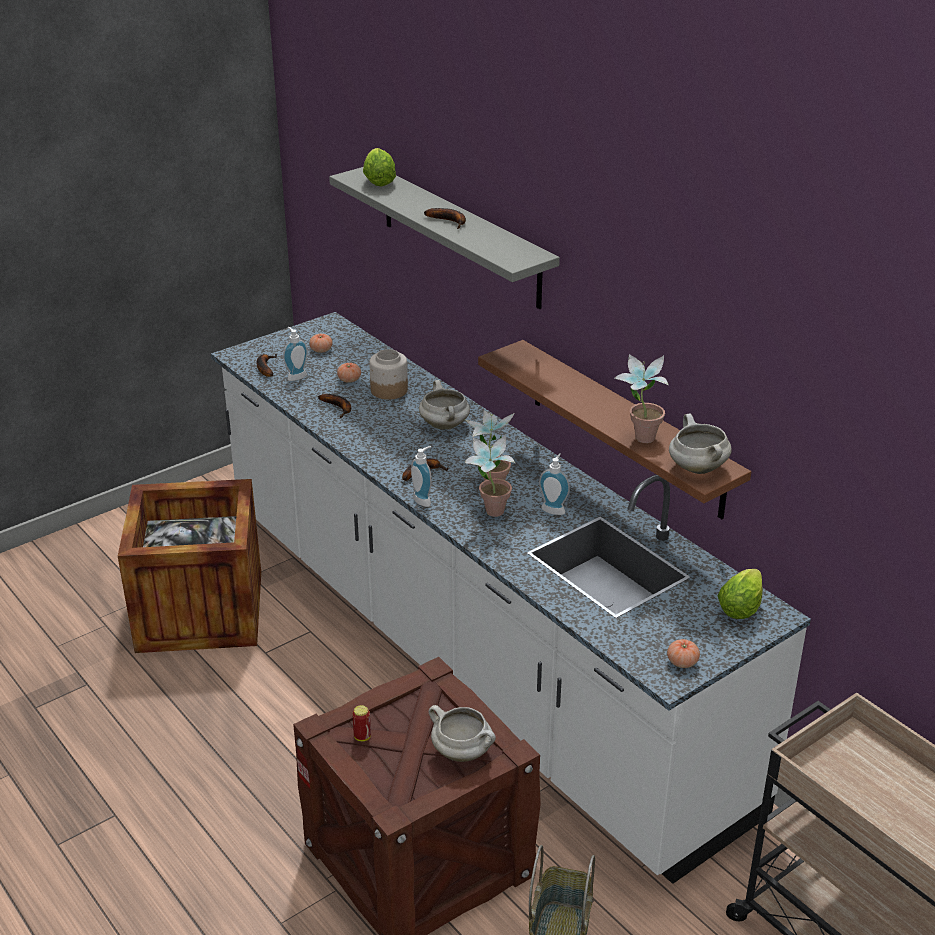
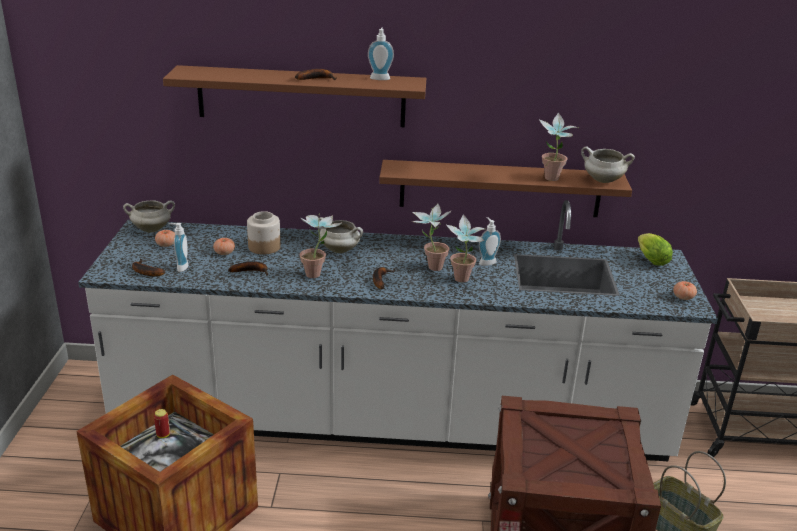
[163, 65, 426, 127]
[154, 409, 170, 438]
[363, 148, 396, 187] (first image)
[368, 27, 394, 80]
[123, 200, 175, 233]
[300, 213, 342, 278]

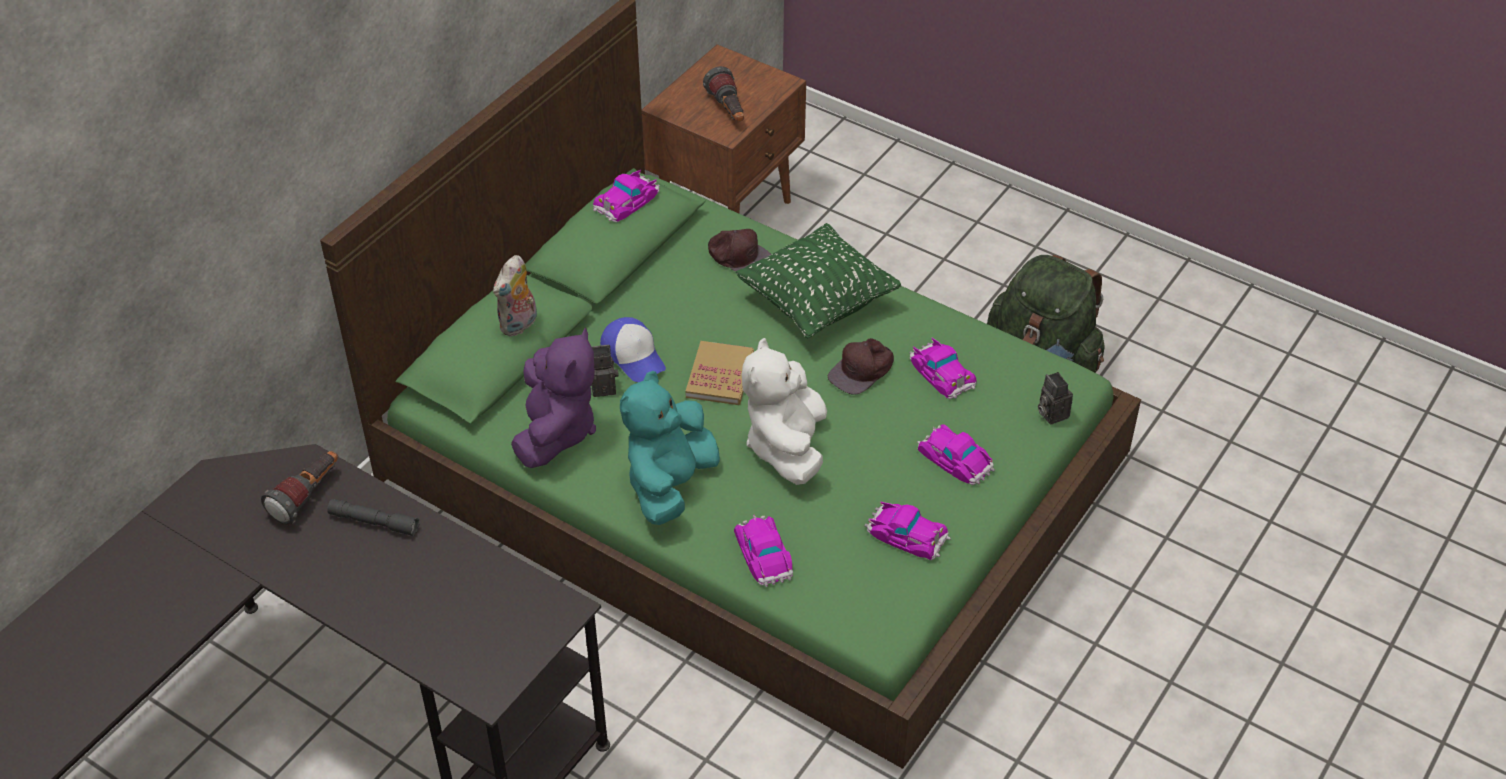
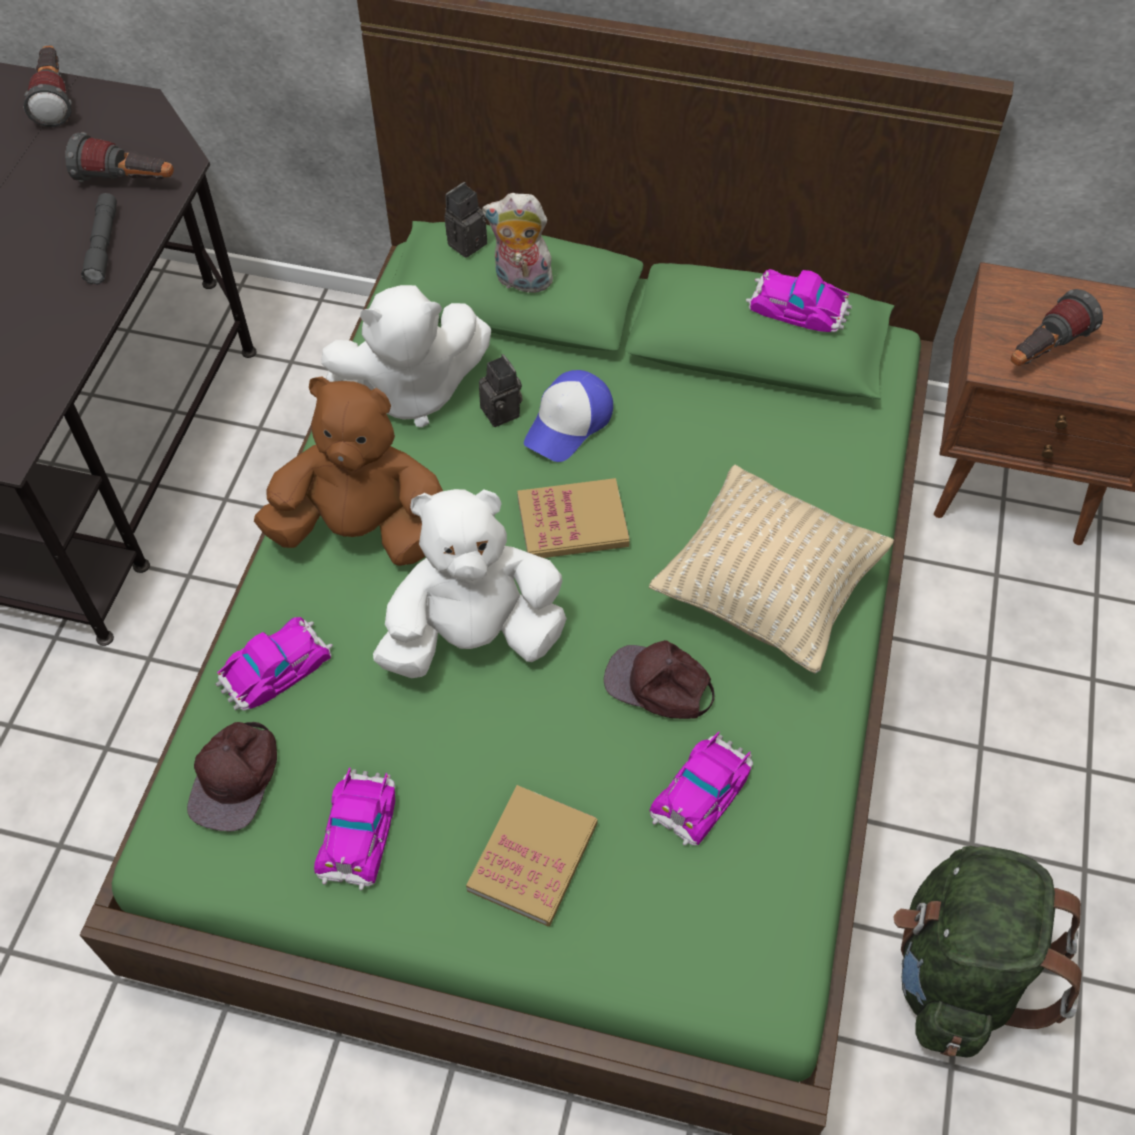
[321, 285, 491, 428]
[254, 377, 443, 566]
[187, 722, 277, 832]
[649, 464, 894, 674]
[466, 785, 598, 927]
[445, 182, 487, 258]
[23, 45, 72, 127]

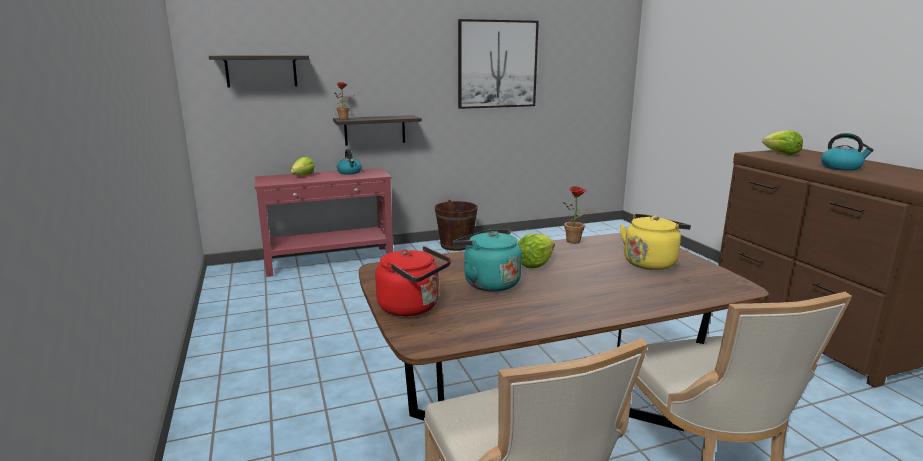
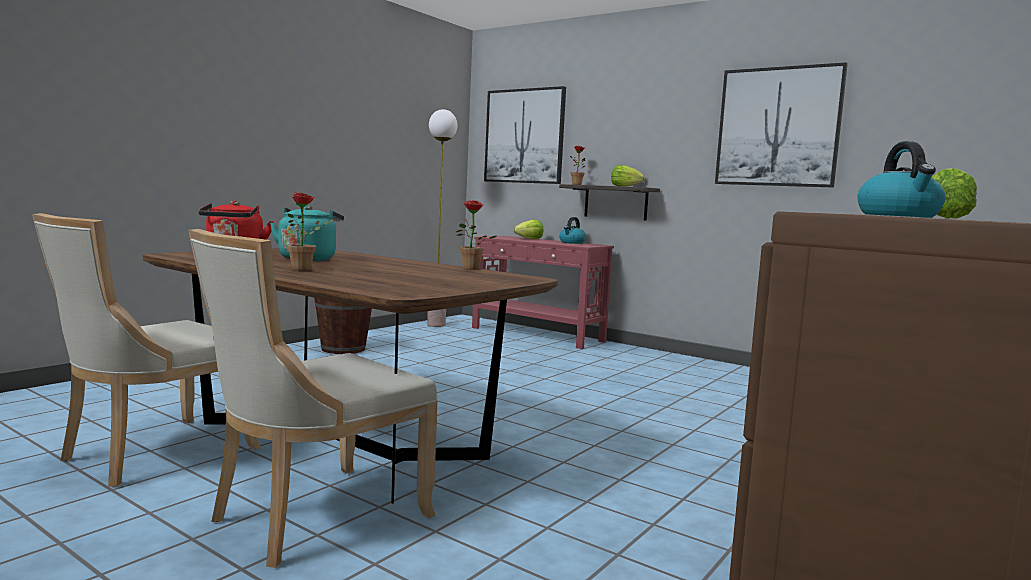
[484, 86, 566, 184]
[314, 298, 372, 354]
[611, 165, 645, 186]
[620, 214, 691, 270] (first image)
[285, 192, 333, 271]
[427, 109, 457, 327]

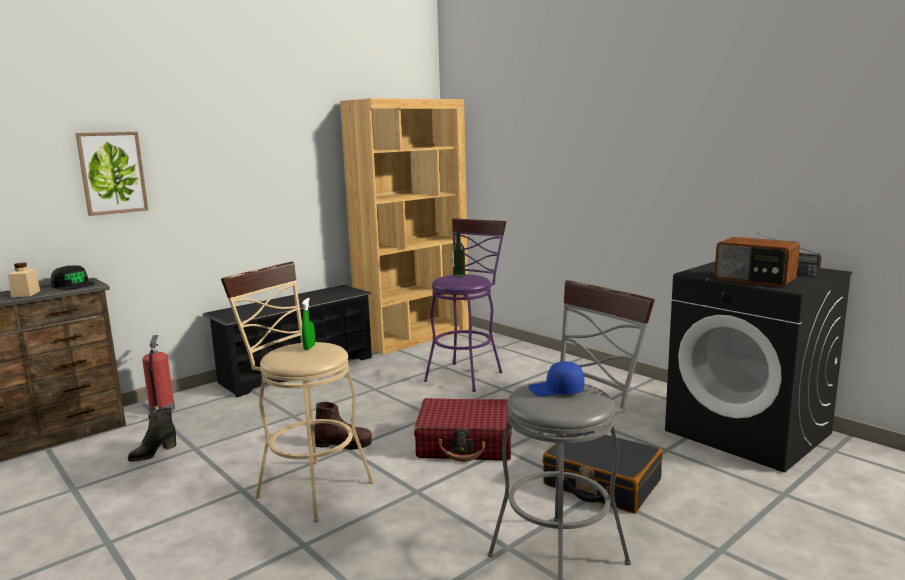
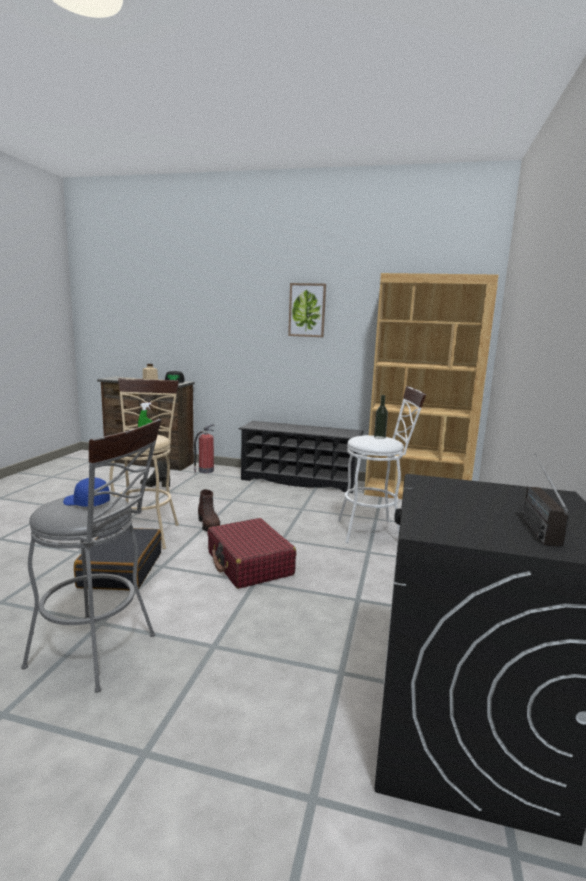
[288, 283, 326, 337]
[338, 386, 426, 543]
[63, 478, 110, 507]
[74, 528, 161, 591]
[715, 237, 800, 287] (first image)

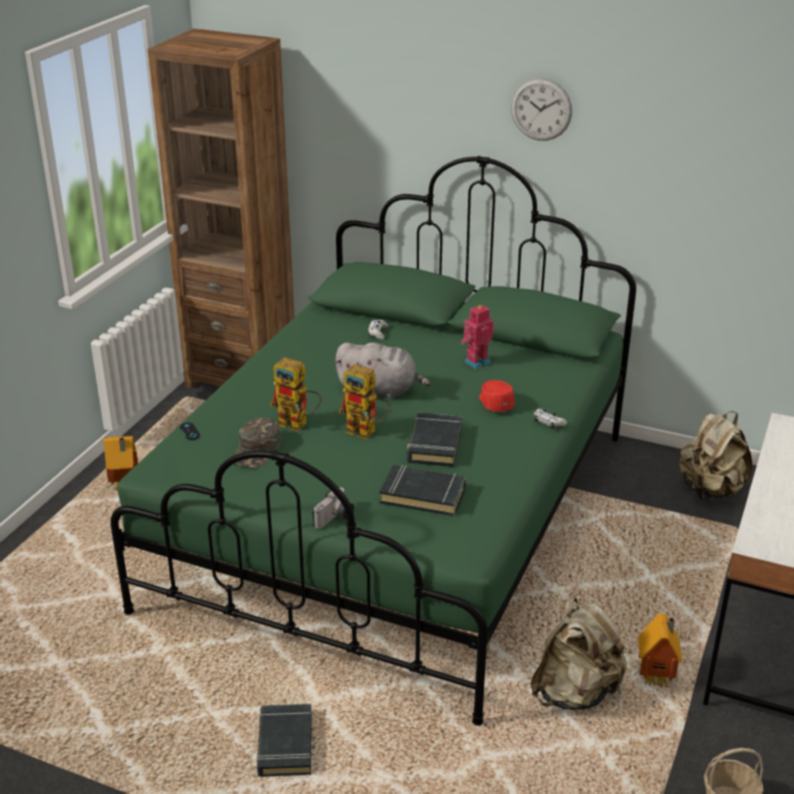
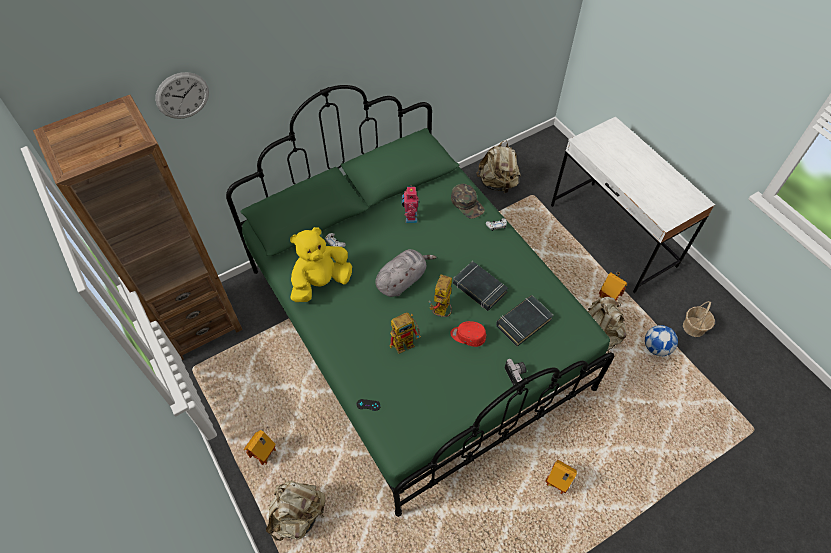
[451, 183, 485, 219]
[545, 460, 577, 494]
[429, 274, 452, 317]
[450, 321, 486, 347]
[155, 72, 209, 119]
[266, 480, 325, 541]
[290, 227, 352, 302]
[645, 325, 678, 356]

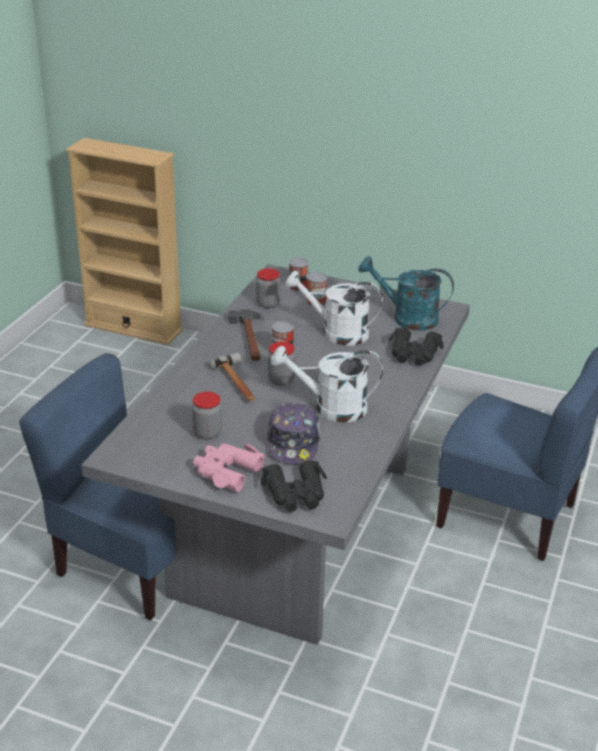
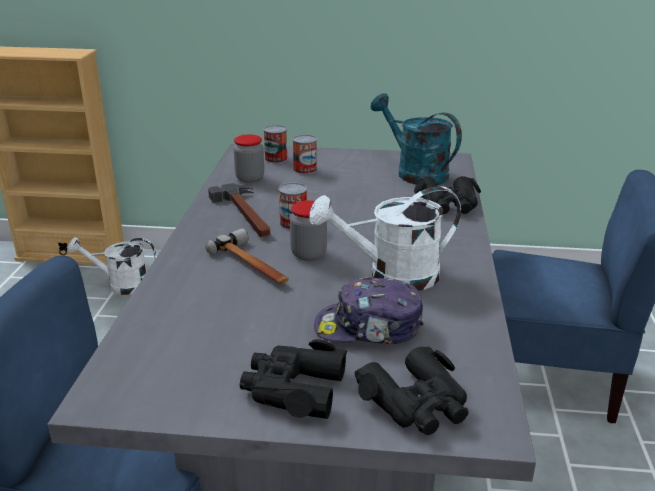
[192, 392, 222, 440] (first image)
[239, 339, 347, 419]
[314, 277, 424, 344]
[67, 237, 156, 295]
[371, 93, 462, 185]

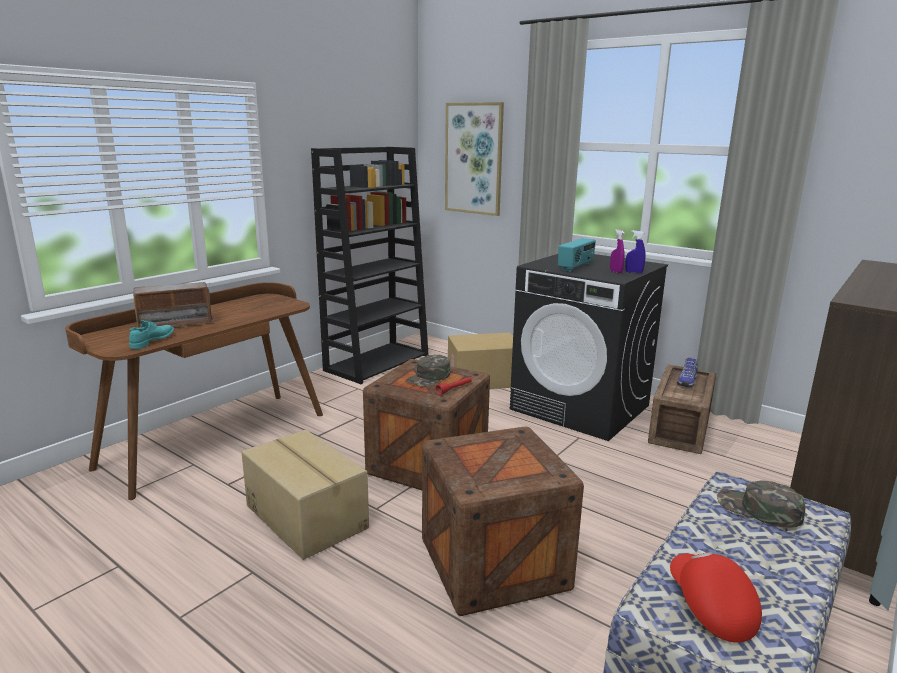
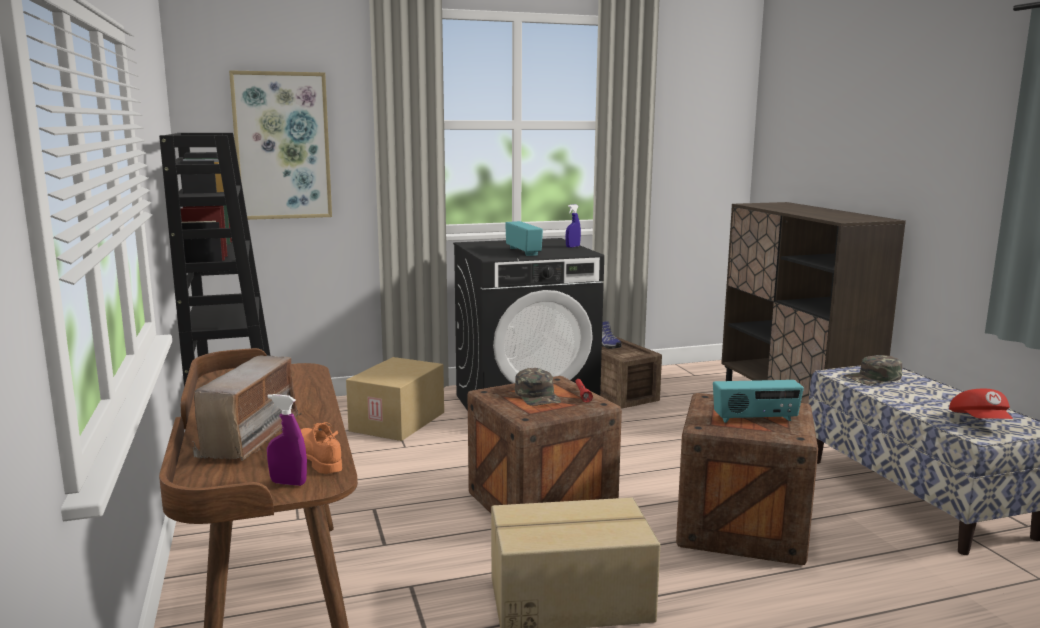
[301, 422, 342, 474]
[267, 394, 307, 486]
[949, 389, 1013, 419]
[713, 380, 804, 423]

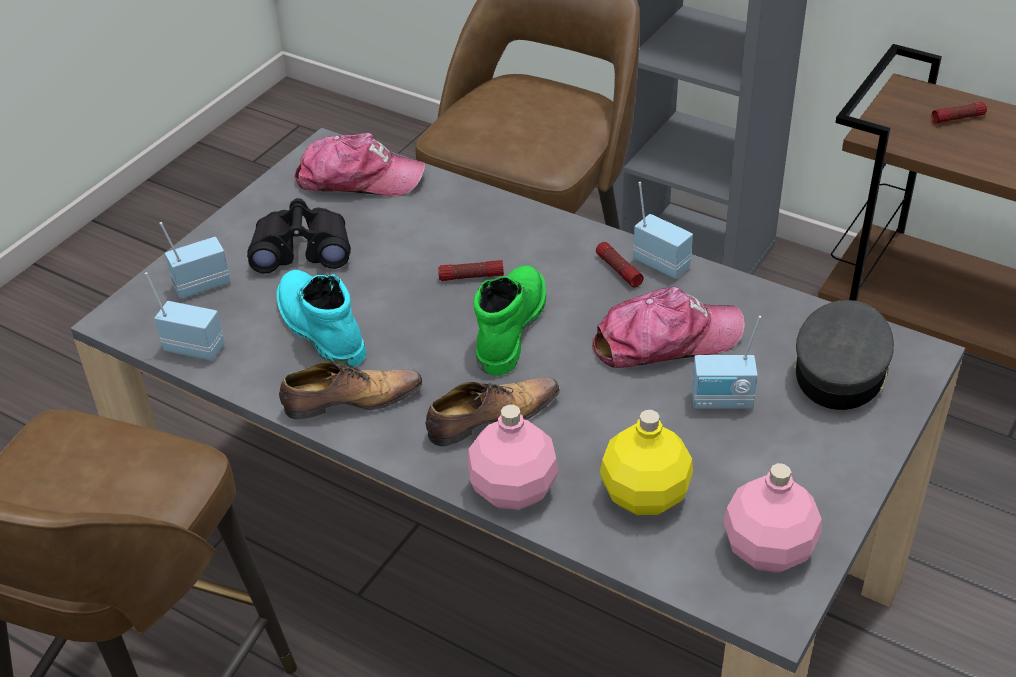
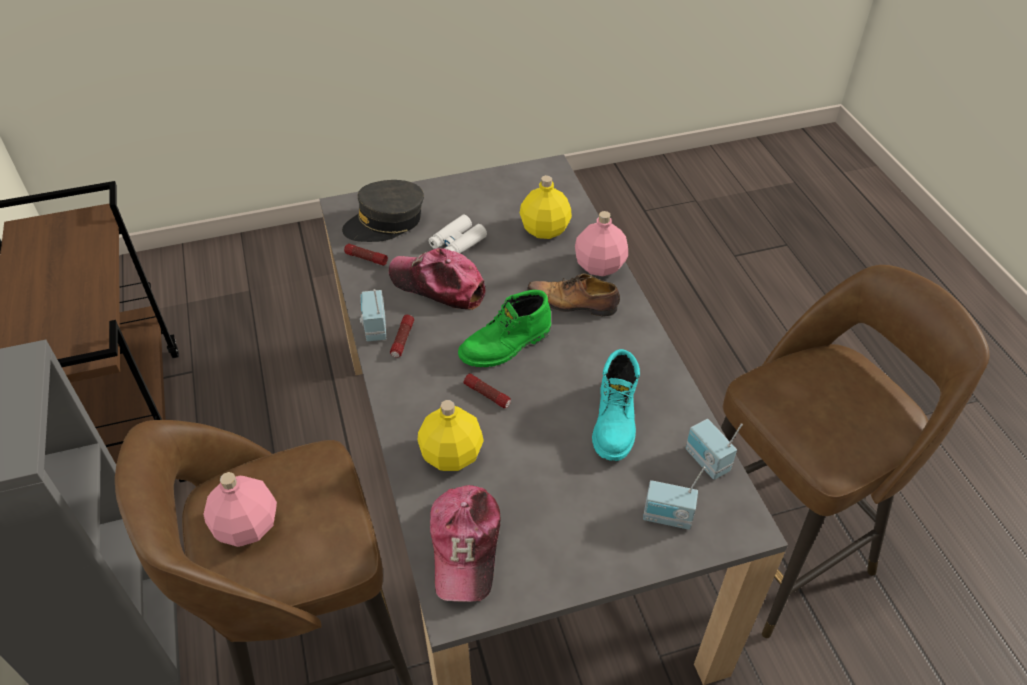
[247, 198, 351, 273] (first image)
[279, 361, 423, 419] (first image)
[430, 485, 501, 602]
[429, 215, 487, 253]
[203, 472, 277, 547]
[344, 244, 388, 266]
[418, 400, 484, 471]

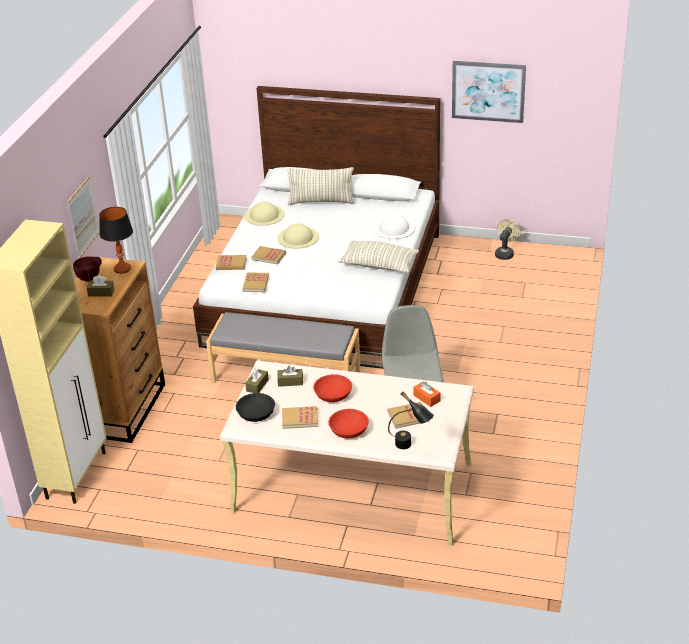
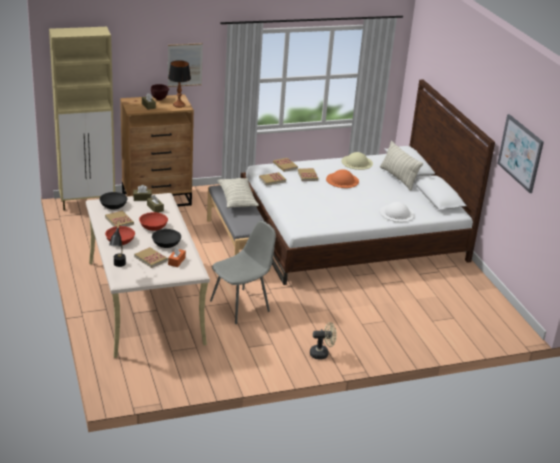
[326, 169, 359, 188]
[217, 178, 259, 208]
[310, 322, 337, 359]
[152, 229, 181, 248]

